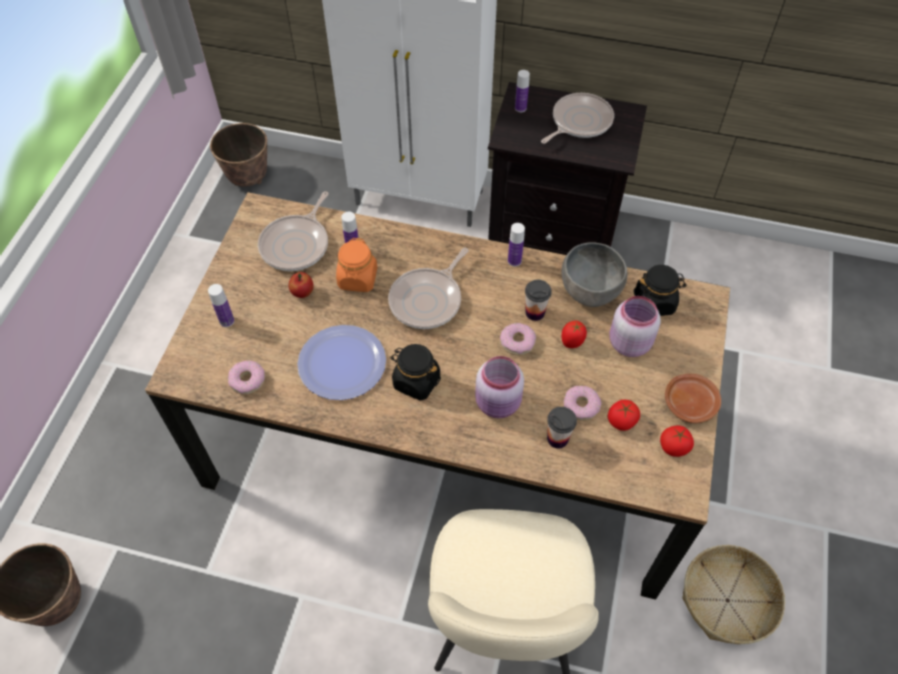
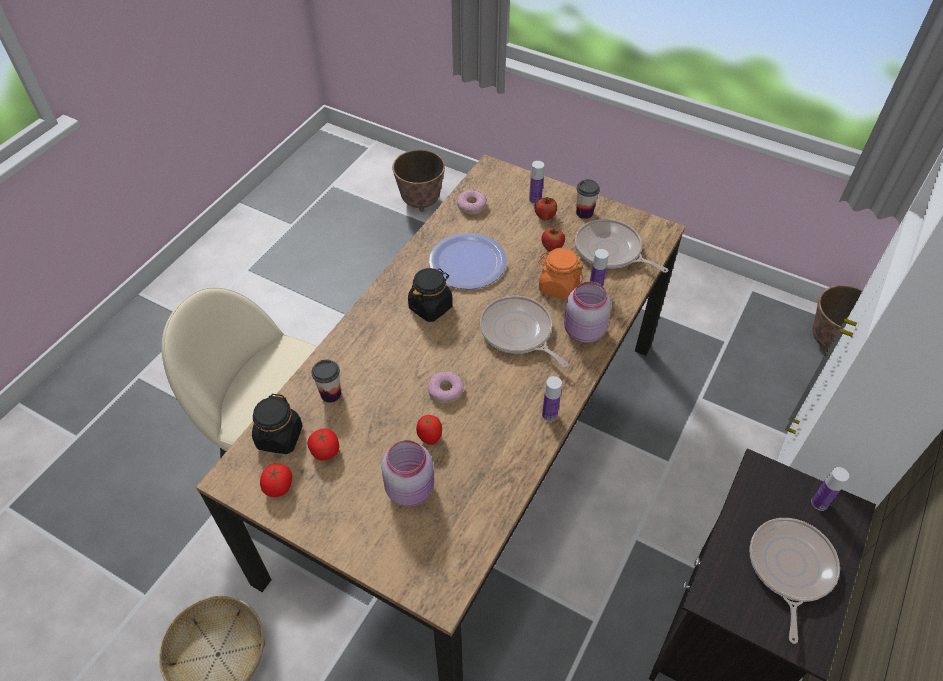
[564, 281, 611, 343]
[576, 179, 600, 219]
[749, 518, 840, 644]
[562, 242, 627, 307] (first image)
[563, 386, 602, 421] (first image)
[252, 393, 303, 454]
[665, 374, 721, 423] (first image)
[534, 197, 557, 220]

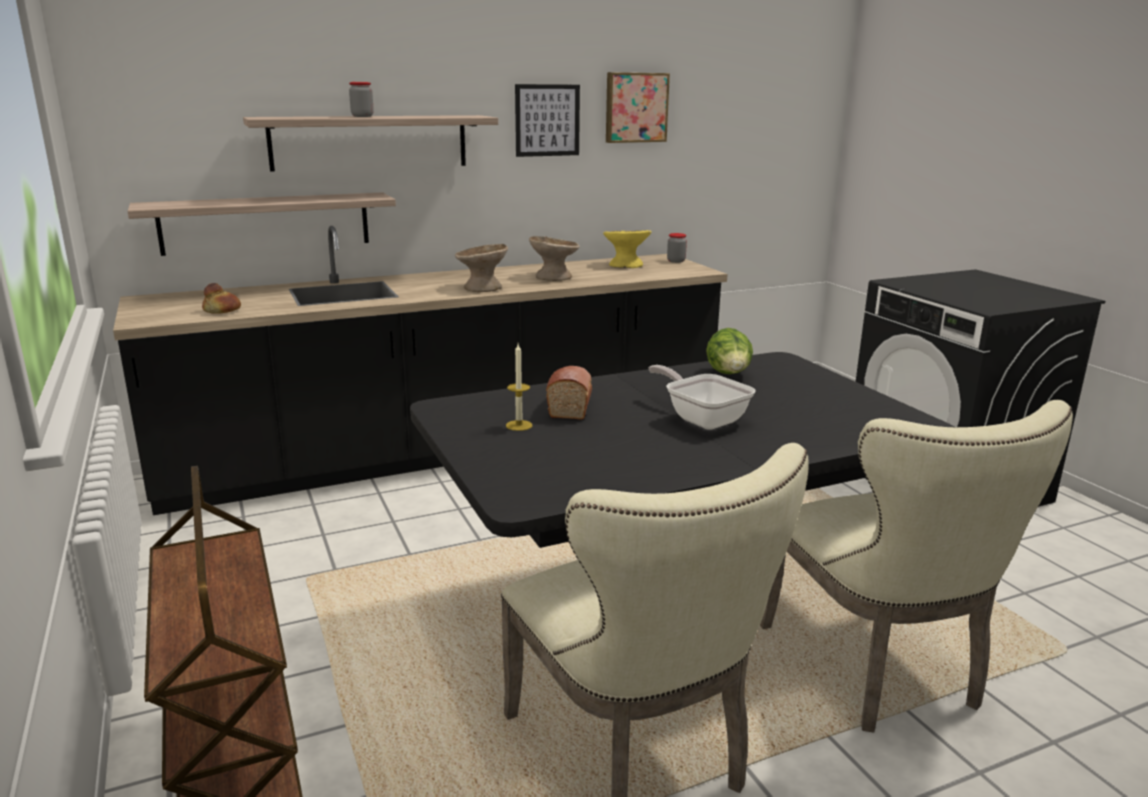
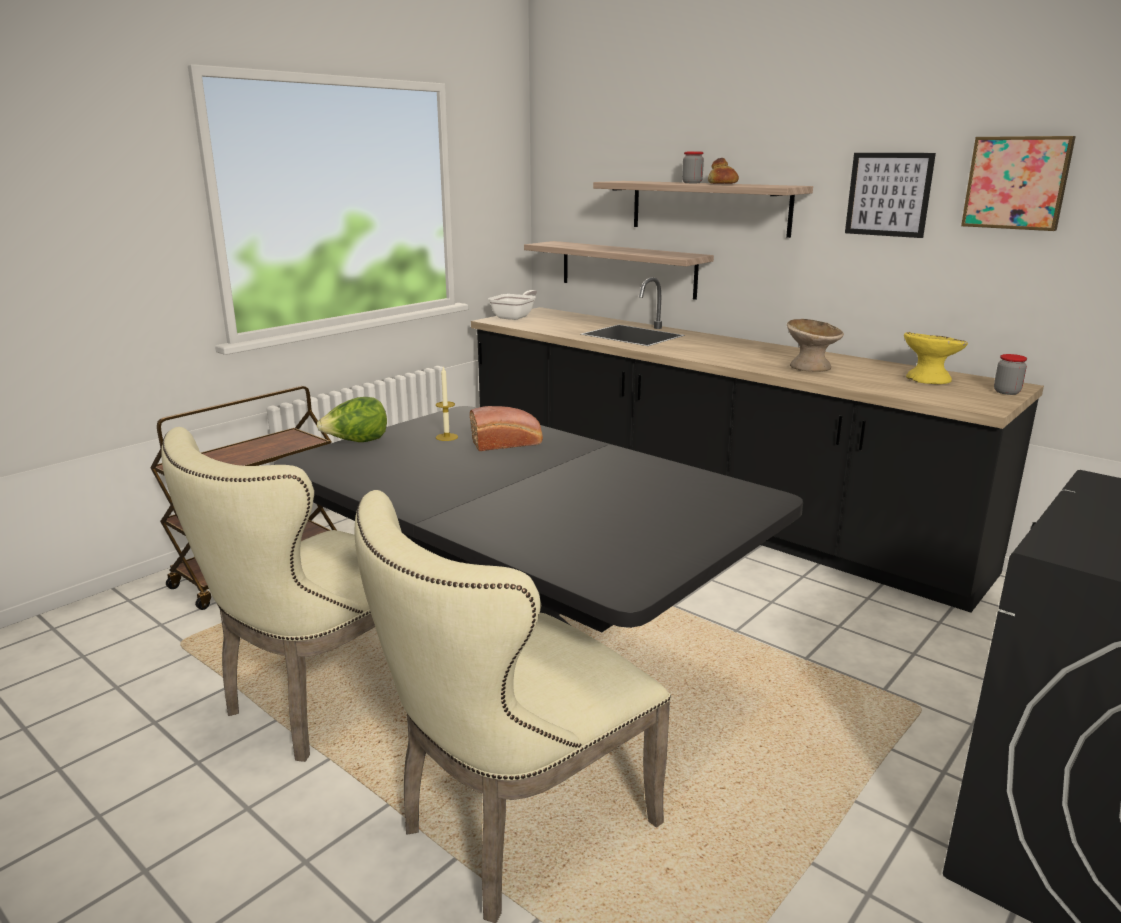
[708, 158, 739, 184]
[455, 244, 508, 292] (first image)
[488, 290, 537, 320]
[317, 397, 387, 442]

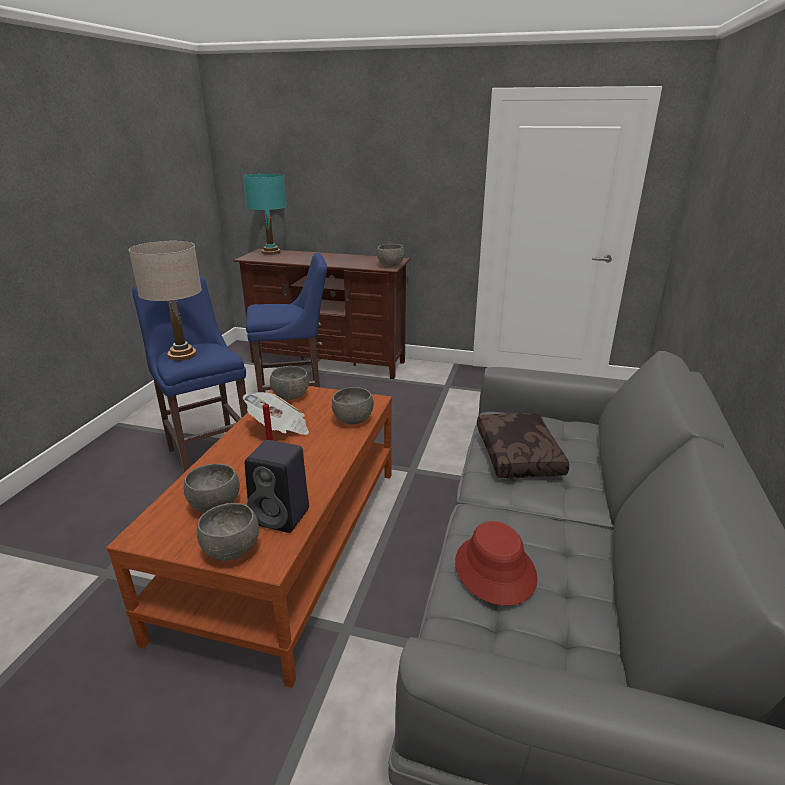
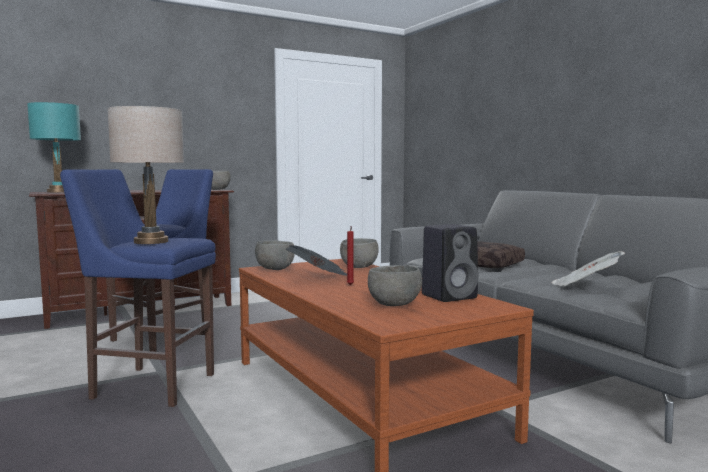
[197, 503, 259, 561] (first image)
[551, 251, 625, 286]

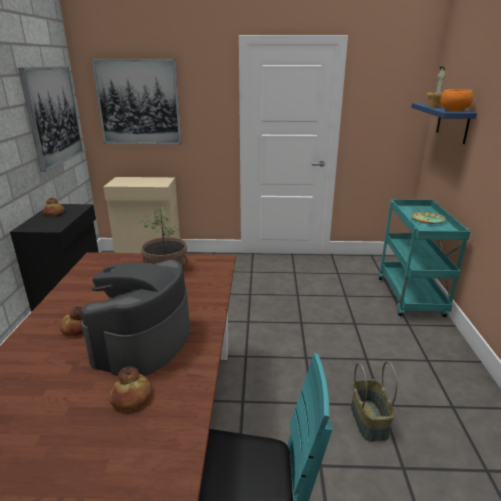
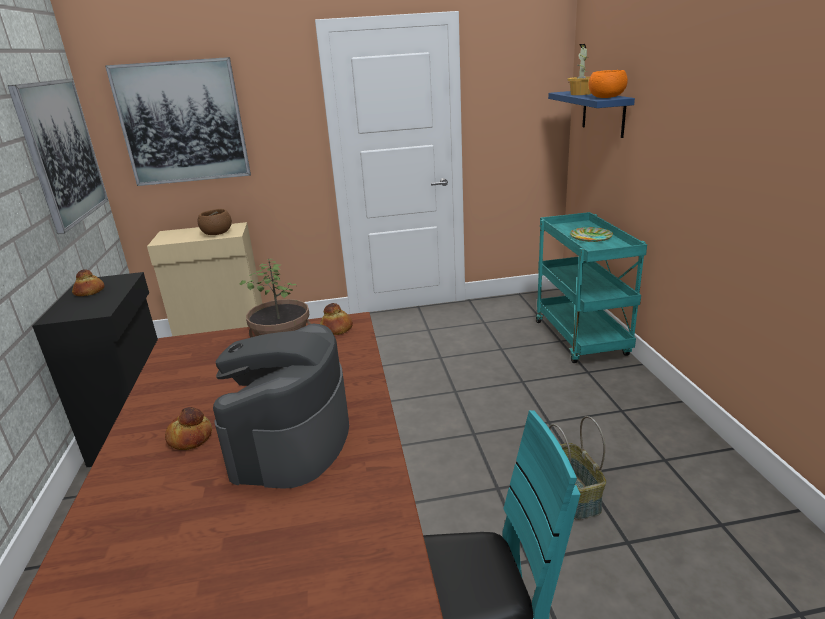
[320, 303, 353, 335]
[198, 209, 232, 235]

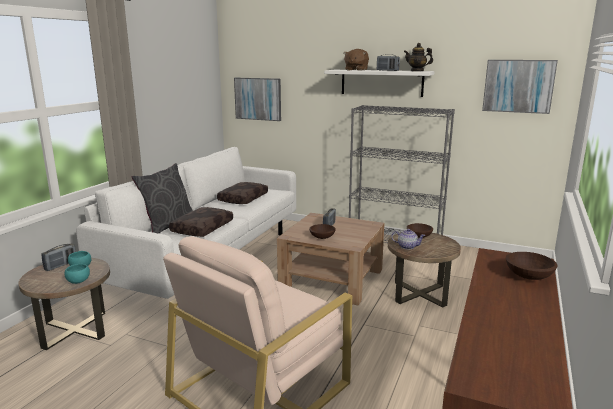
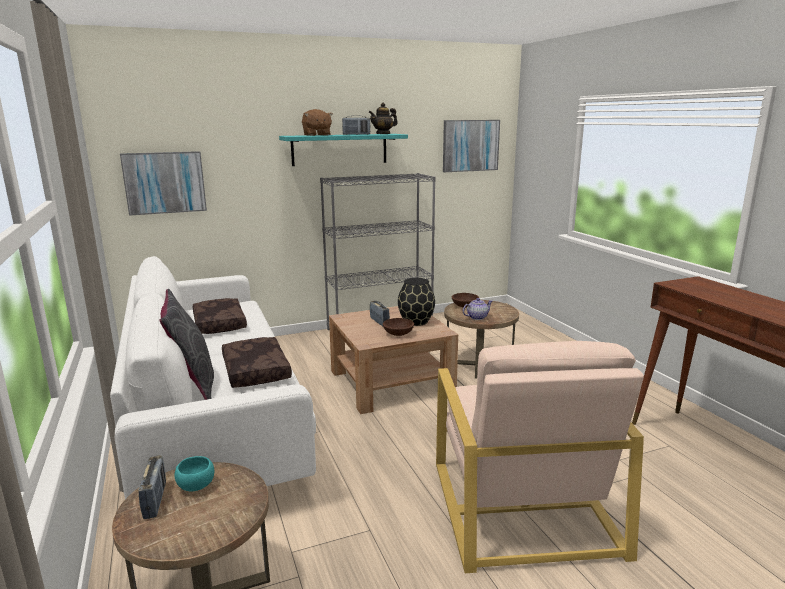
[64, 264, 90, 284] (first image)
[279, 134, 408, 166]
[506, 252, 558, 280] (first image)
[398, 278, 435, 326]

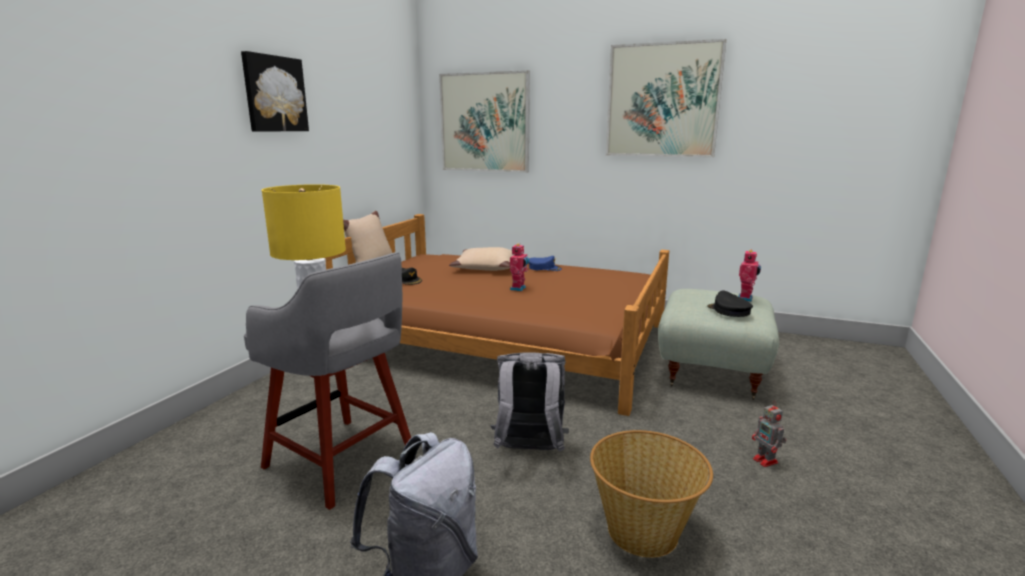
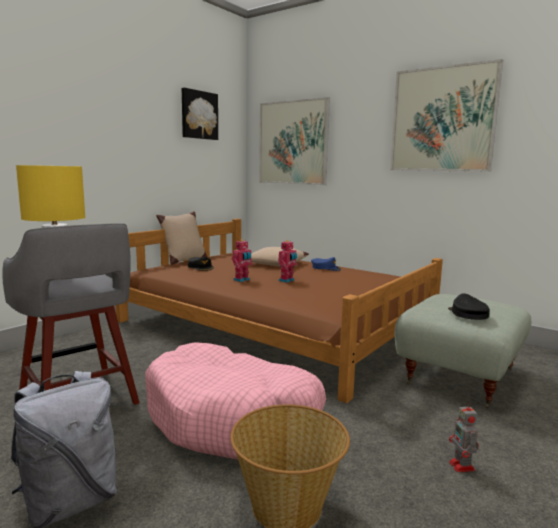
[182, 88, 218, 140]
[145, 342, 326, 459]
[232, 239, 253, 282]

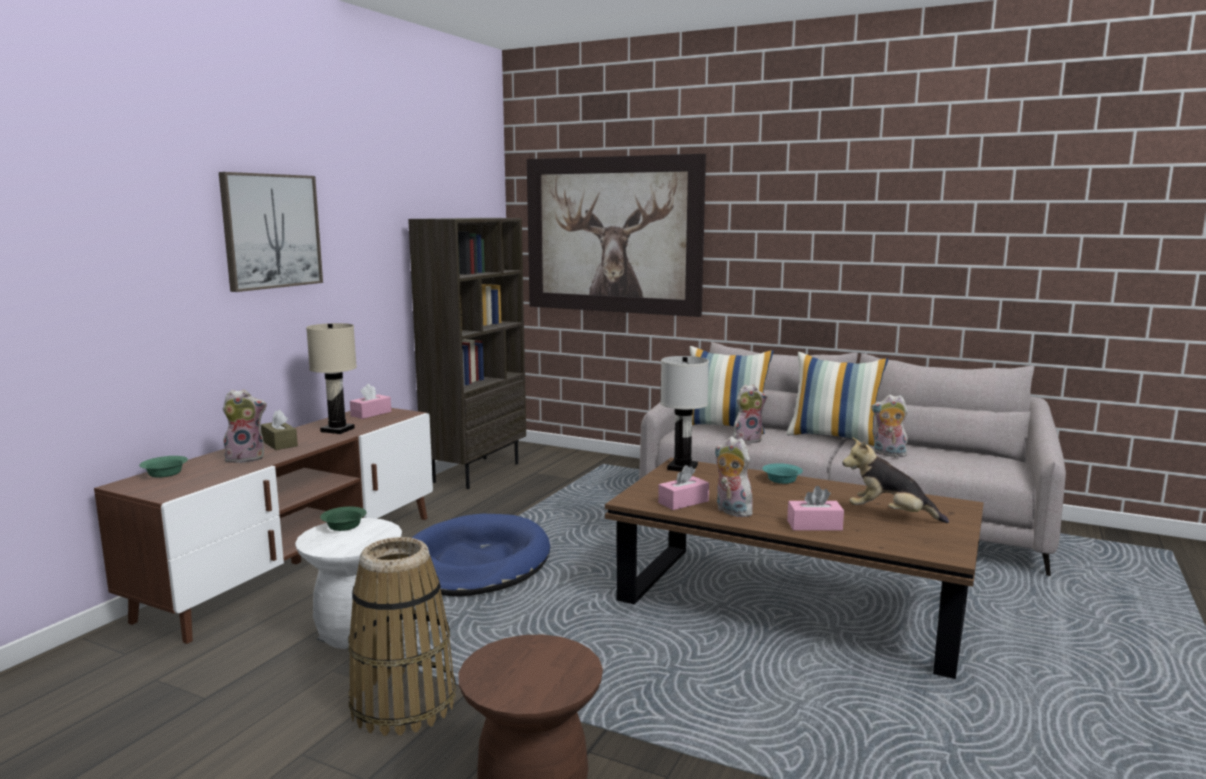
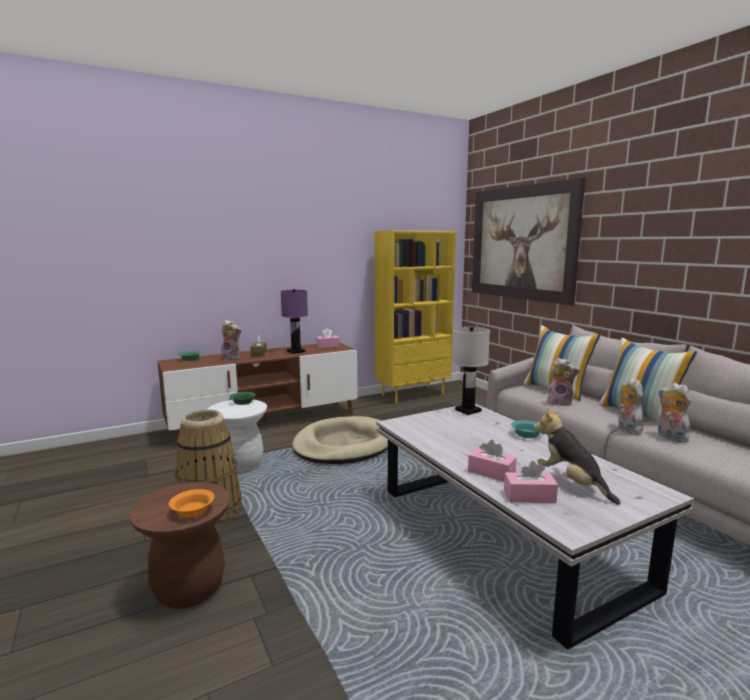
[219, 172, 323, 292] (first image)
[281, 289, 308, 354]
[375, 230, 456, 403]
[292, 416, 388, 464]
[377, 404, 694, 650]
[504, 461, 558, 503]
[618, 378, 644, 435]
[169, 489, 215, 518]

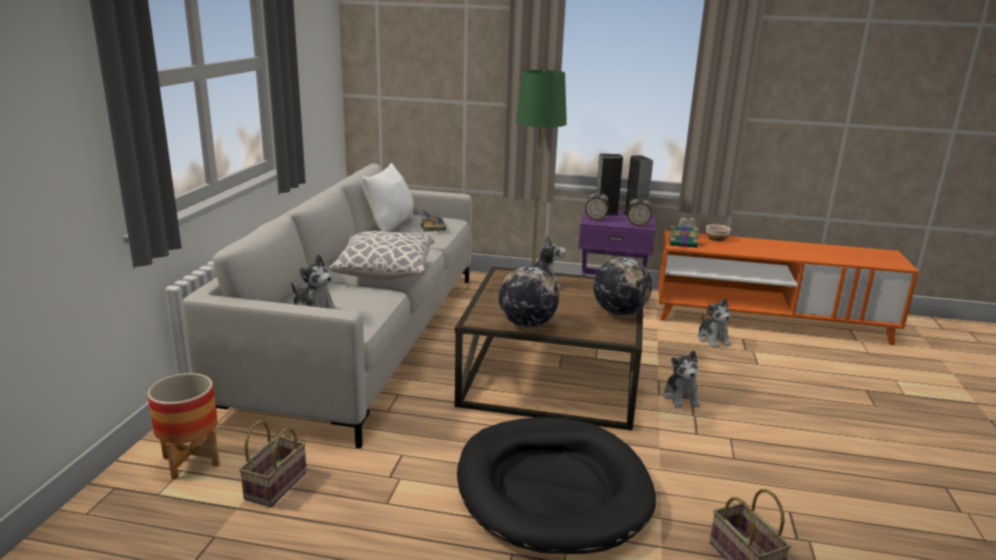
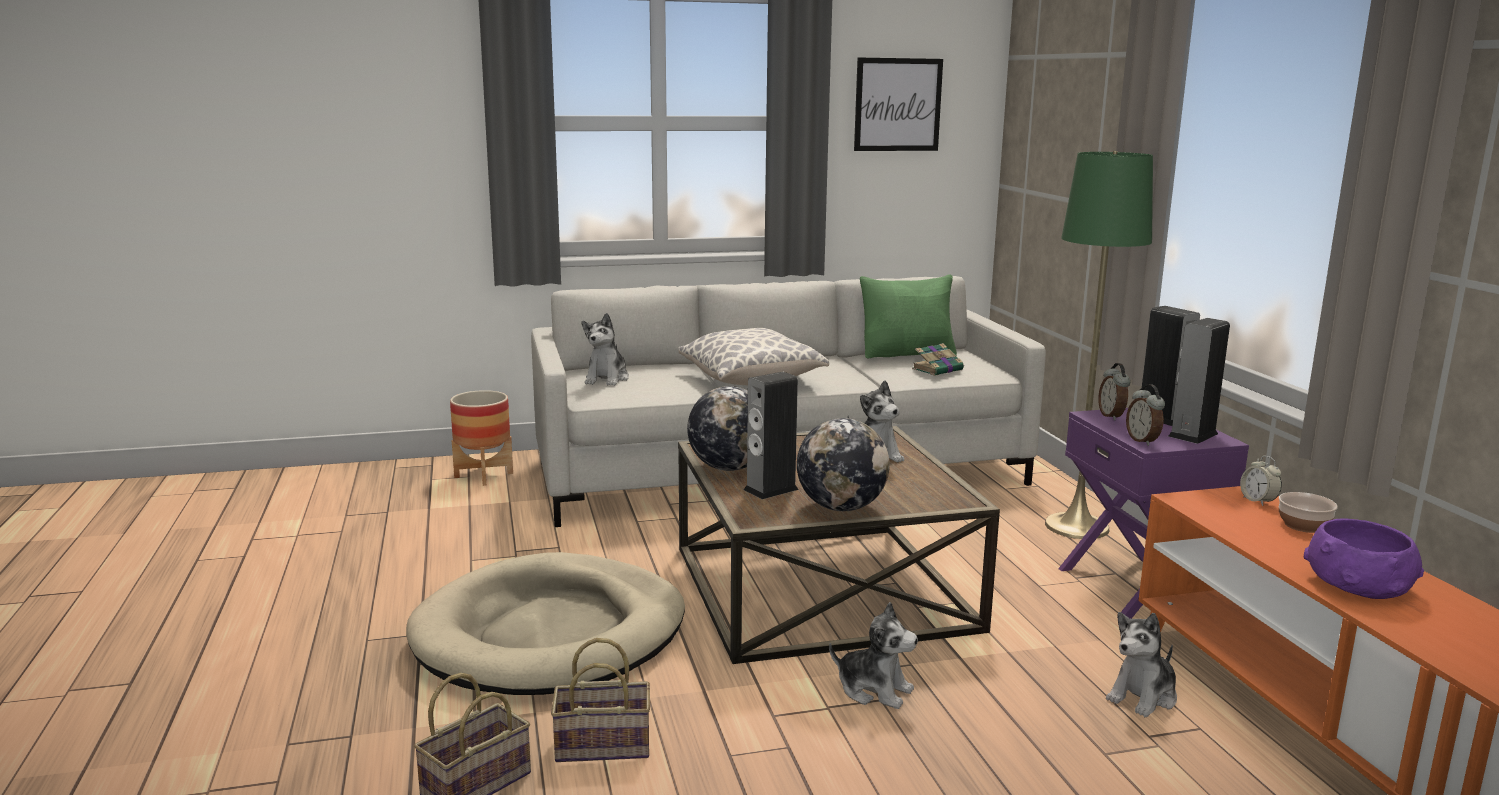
[551, 638, 650, 762]
[860, 274, 957, 359]
[406, 552, 685, 695]
[829, 602, 918, 709]
[669, 225, 703, 248] (first image)
[744, 372, 799, 499]
[854, 57, 943, 151]
[1304, 518, 1424, 599]

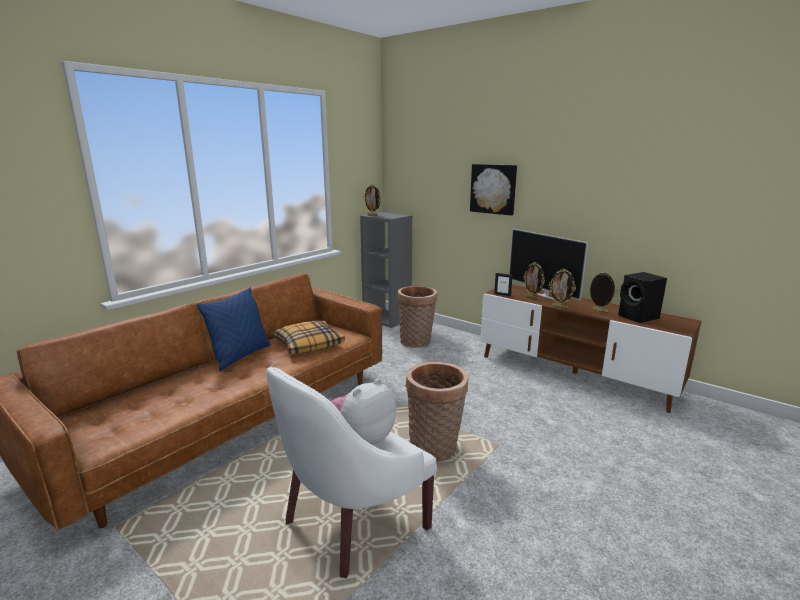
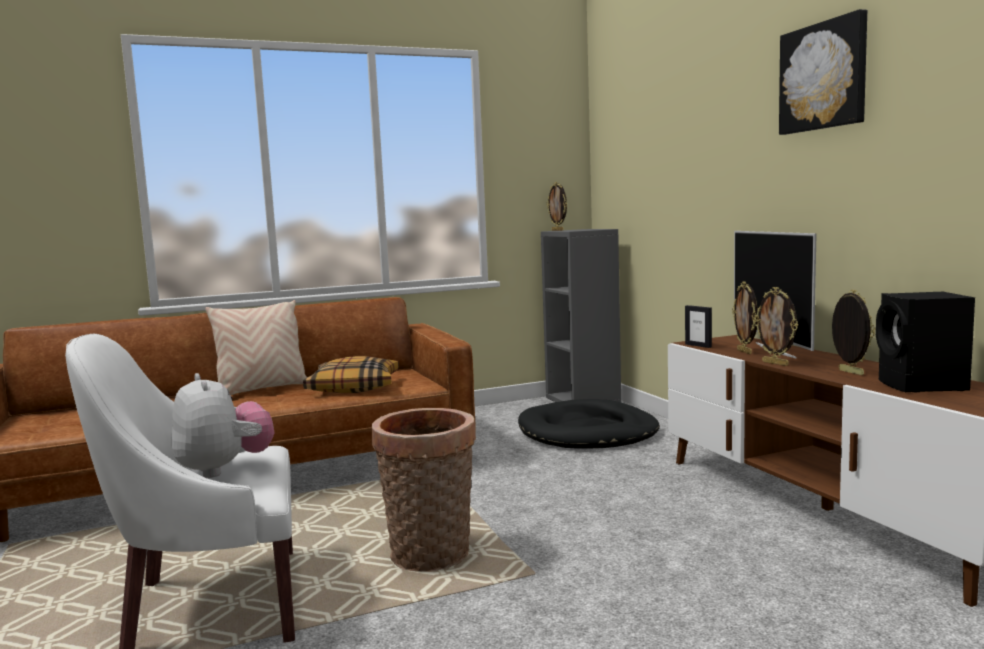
[205, 300, 307, 396]
[171, 373, 275, 478]
[518, 399, 660, 449]
[779, 9, 867, 135]

